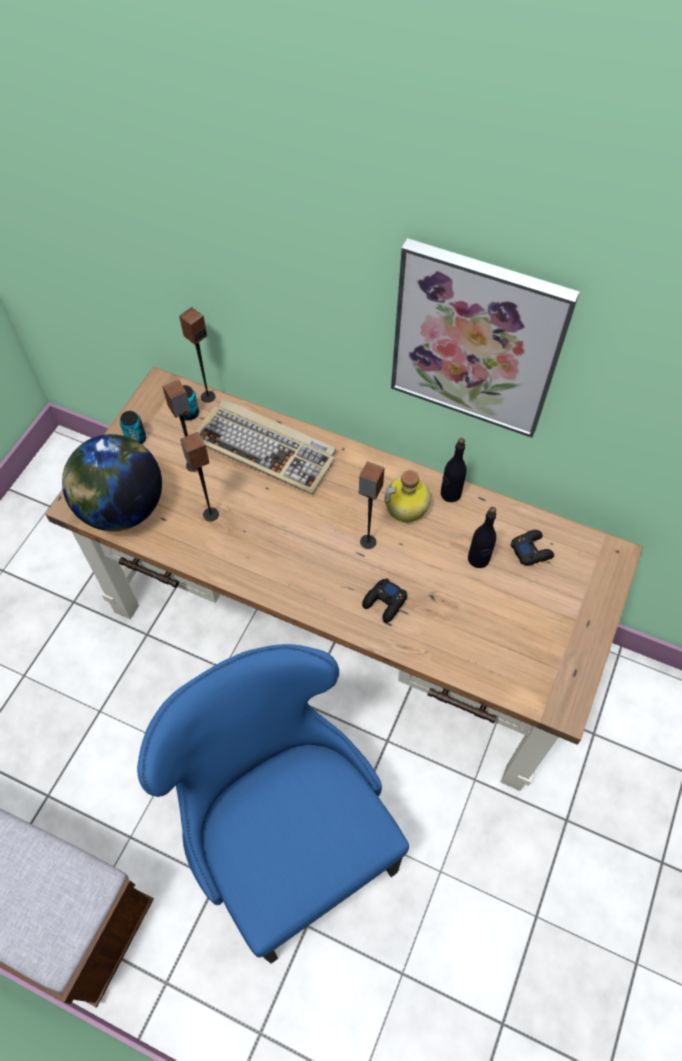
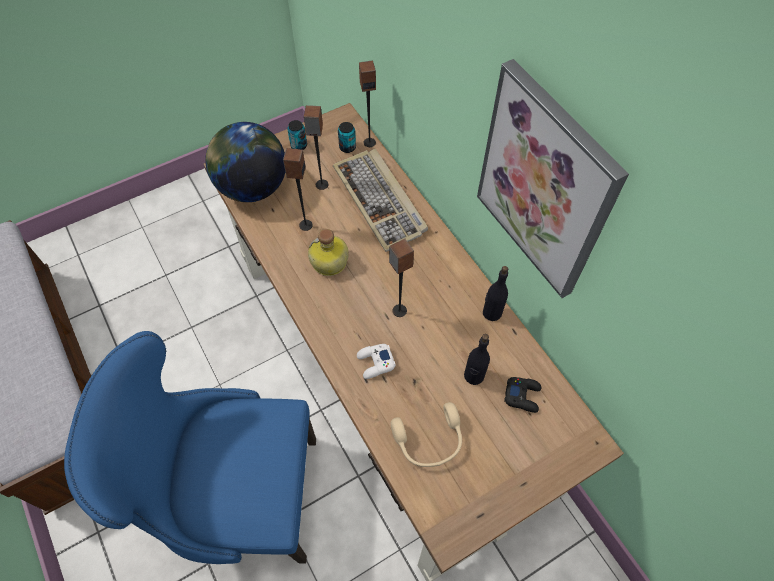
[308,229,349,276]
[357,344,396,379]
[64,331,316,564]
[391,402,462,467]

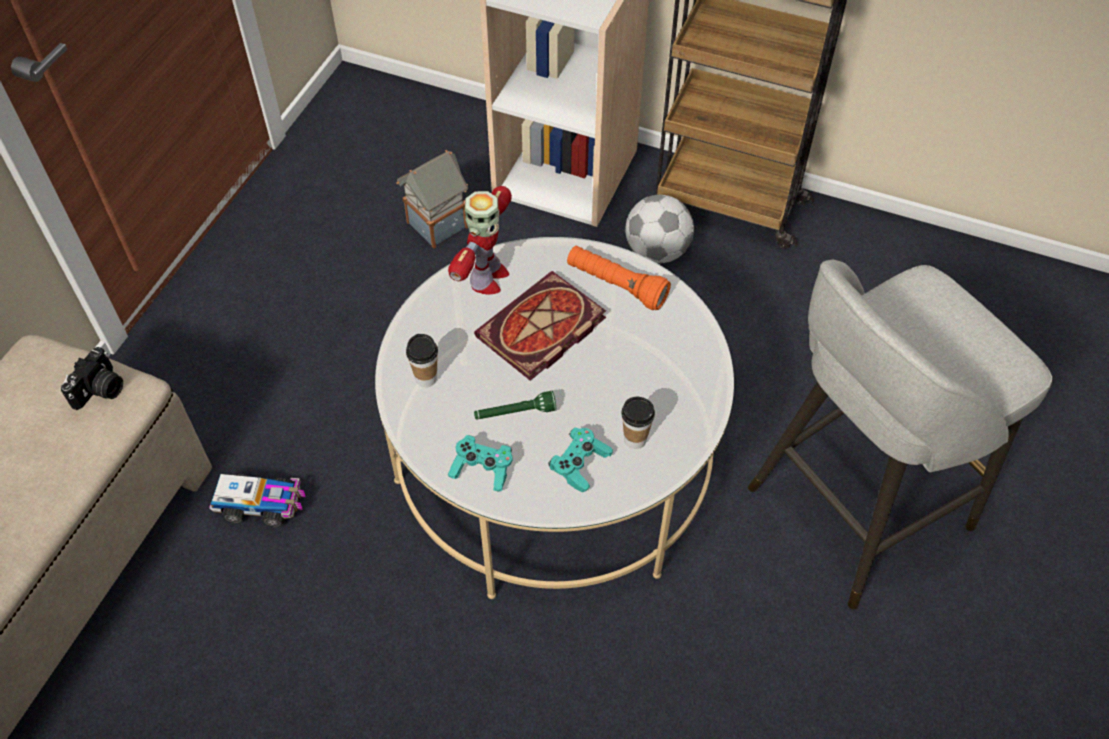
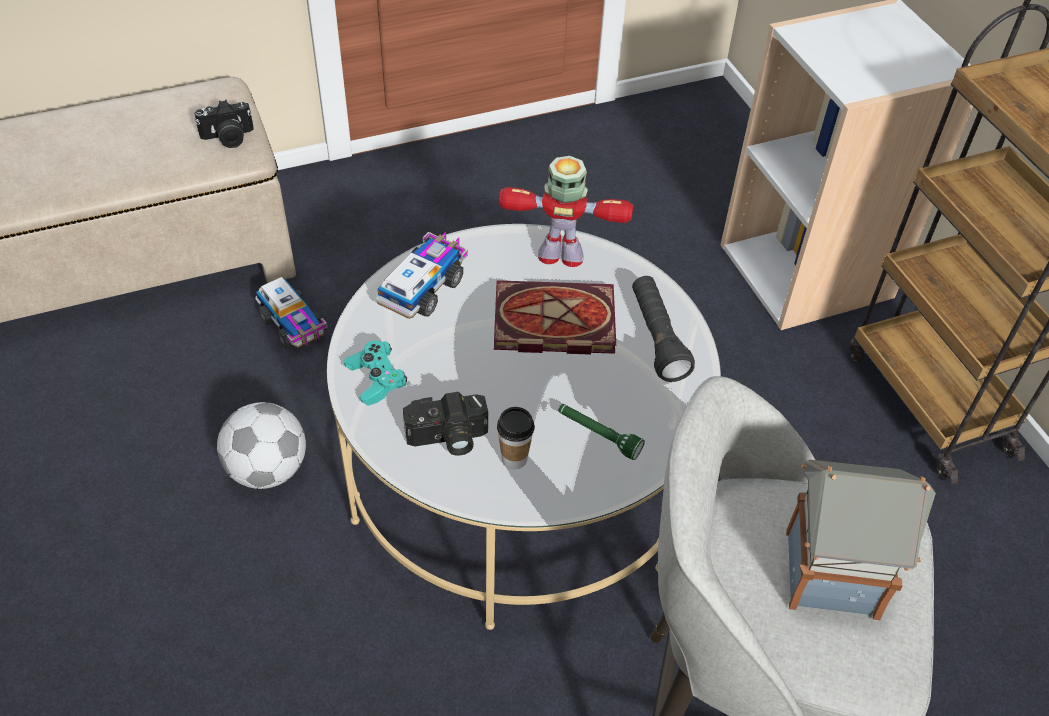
[786,459,936,620]
[499,156,633,267]
[217,402,306,489]
[632,276,695,382]
[376,232,468,319]
[558,404,645,460]
[403,392,488,456]

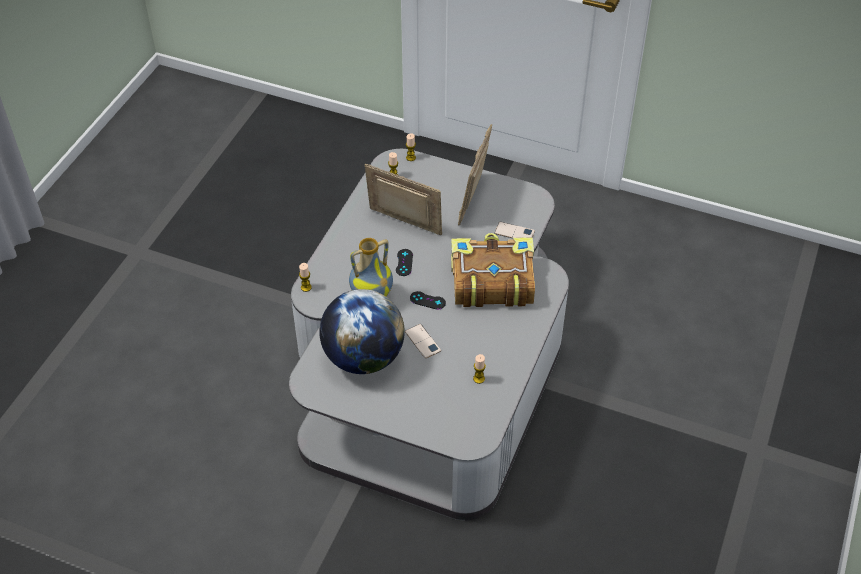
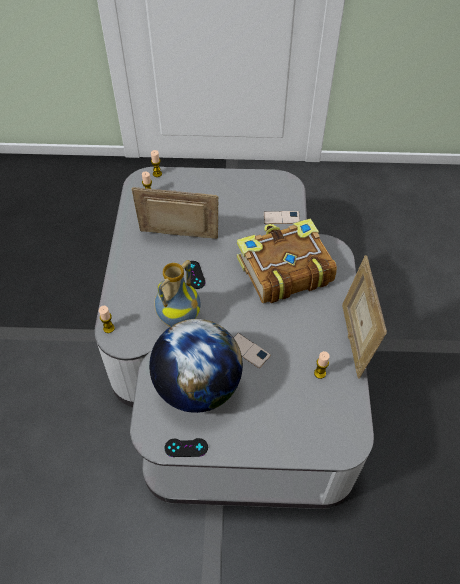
[342,255,387,378]
[164,438,208,457]

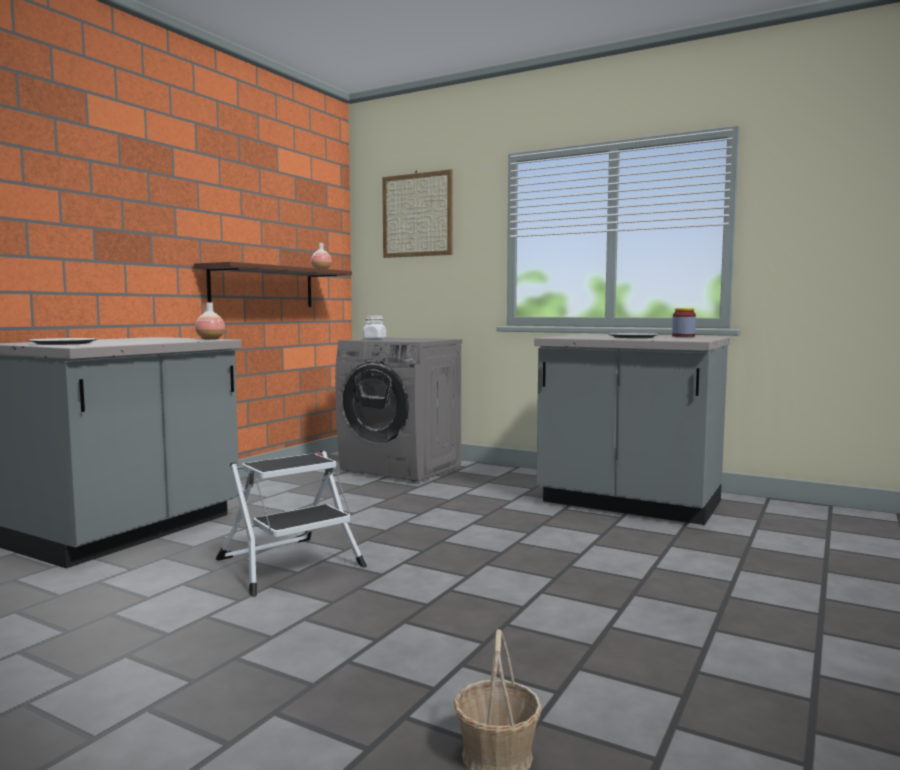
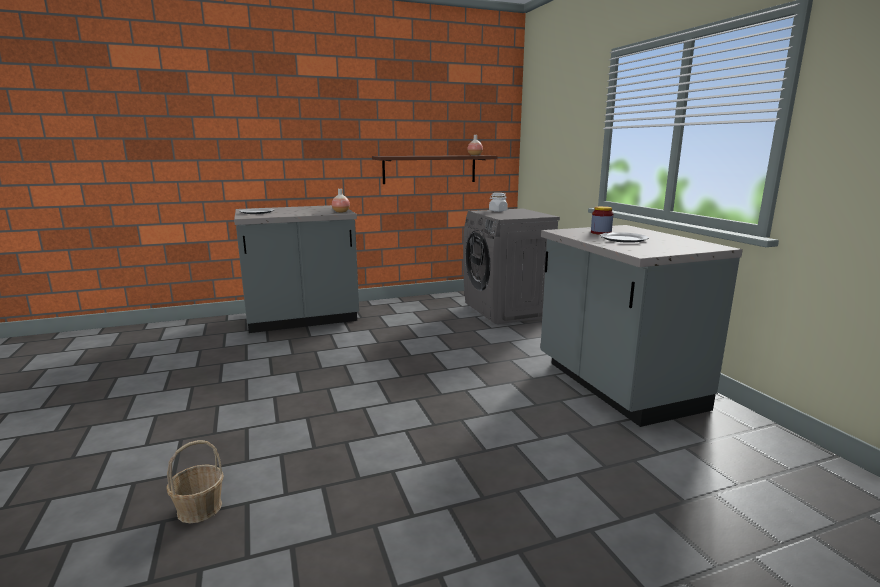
[382,169,453,258] (first image)
[591,206,613,235]
[216,450,367,597] (first image)

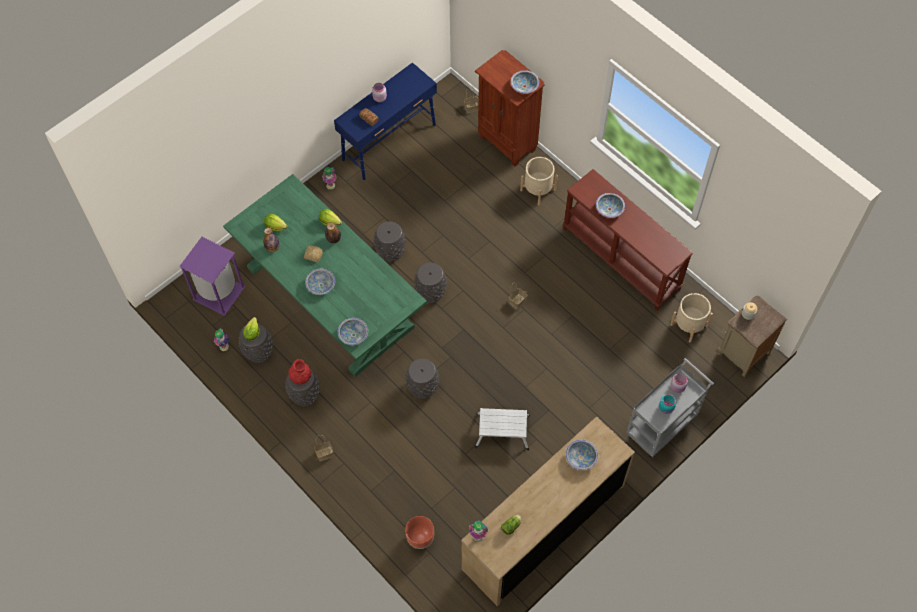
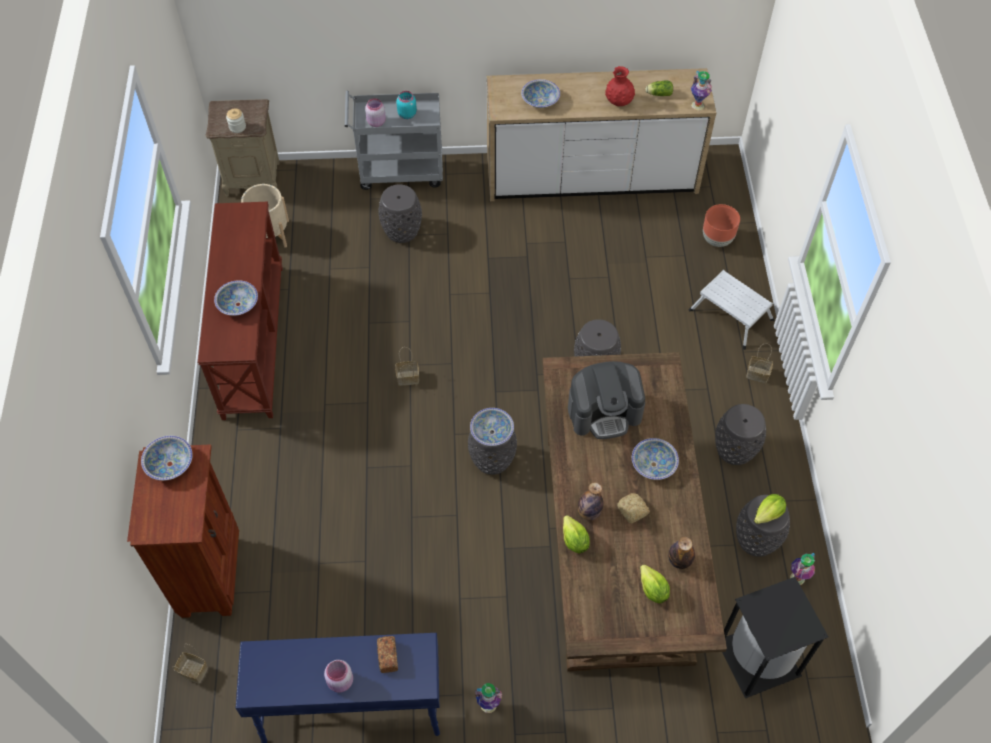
[520,157,558,205] (first image)
[542,352,727,672]
[378,184,422,243]
[722,577,828,698]
[470,408,514,446]
[605,66,635,106]
[688,270,775,350]
[568,361,645,439]

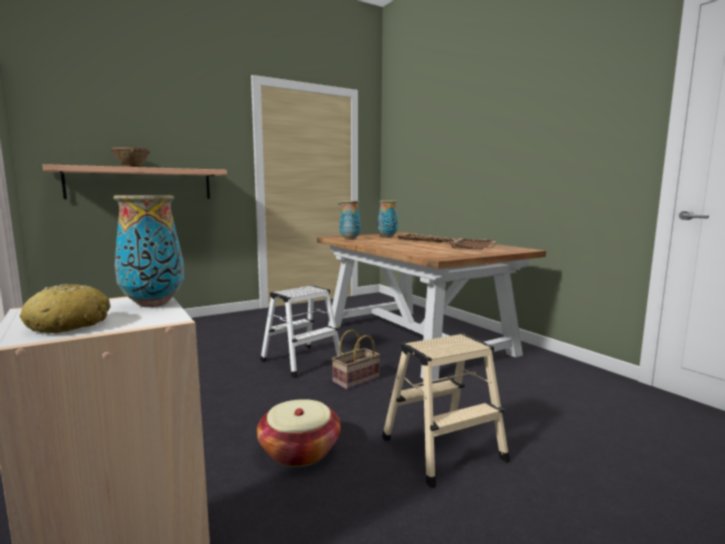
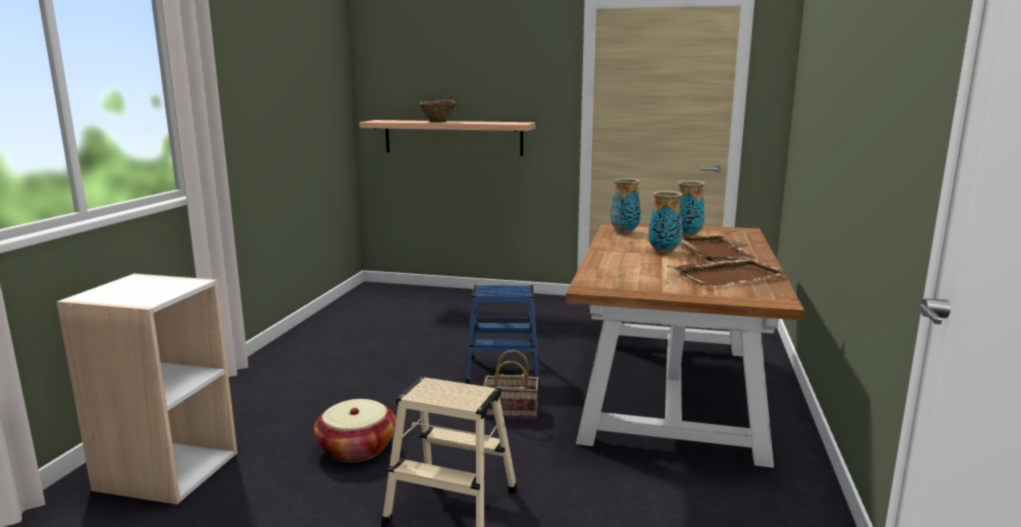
[648,191,683,253]
[20,284,110,333] (first image)
[465,285,540,387]

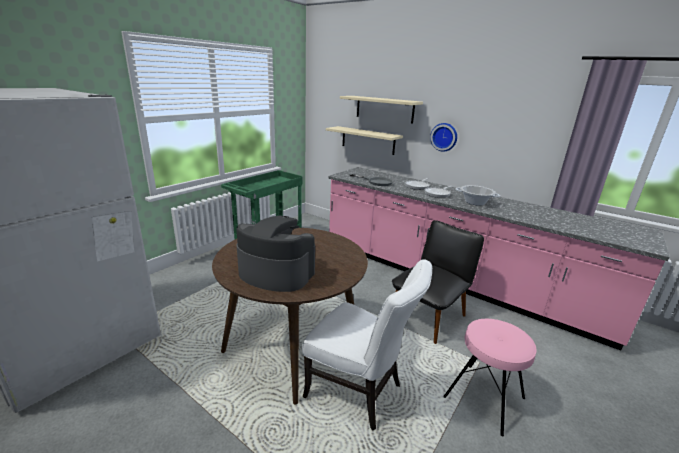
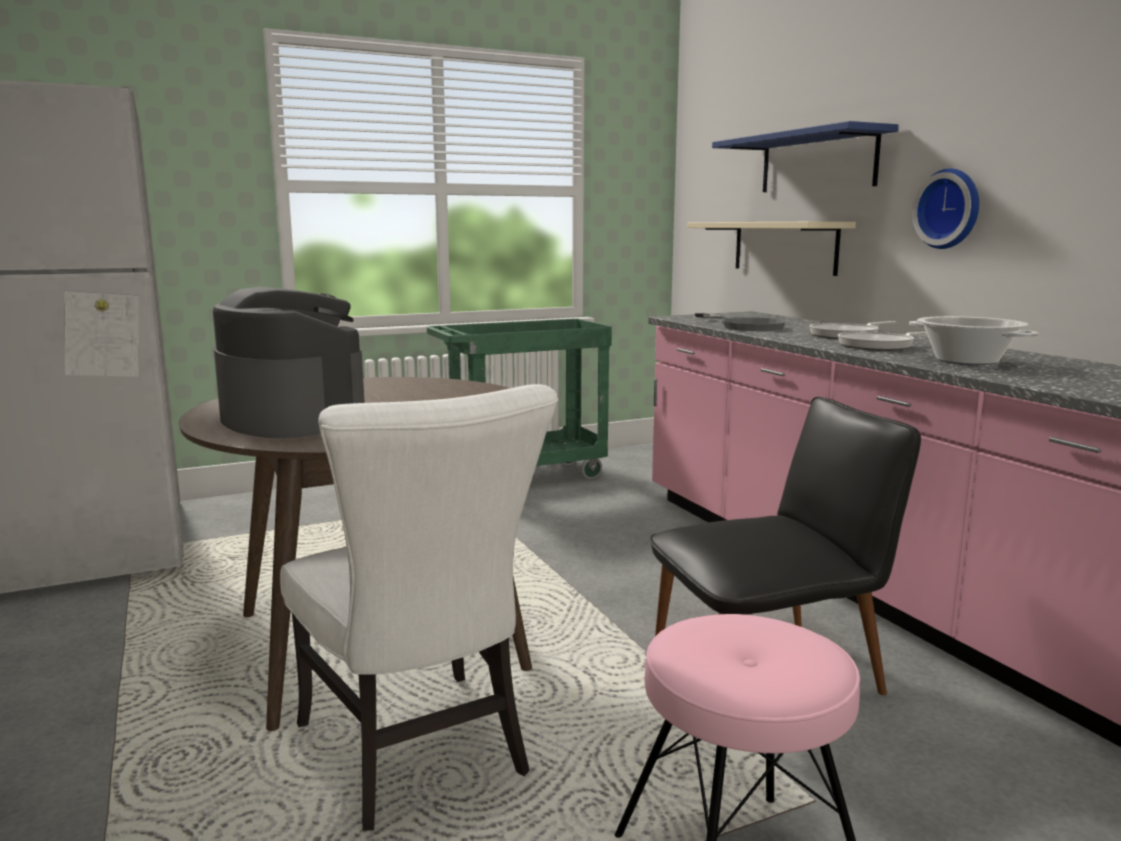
[712,121,898,192]

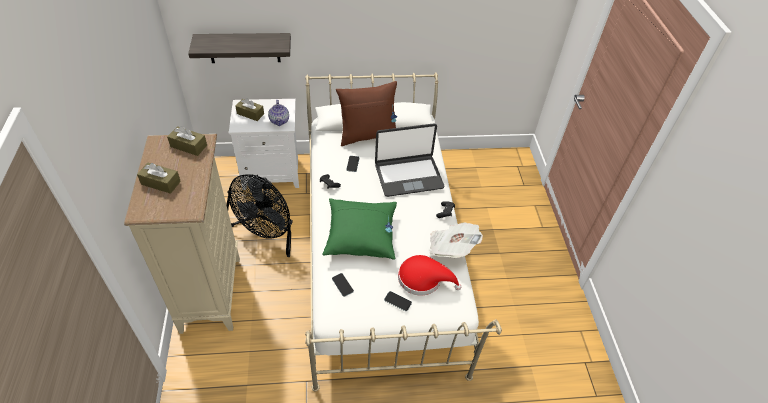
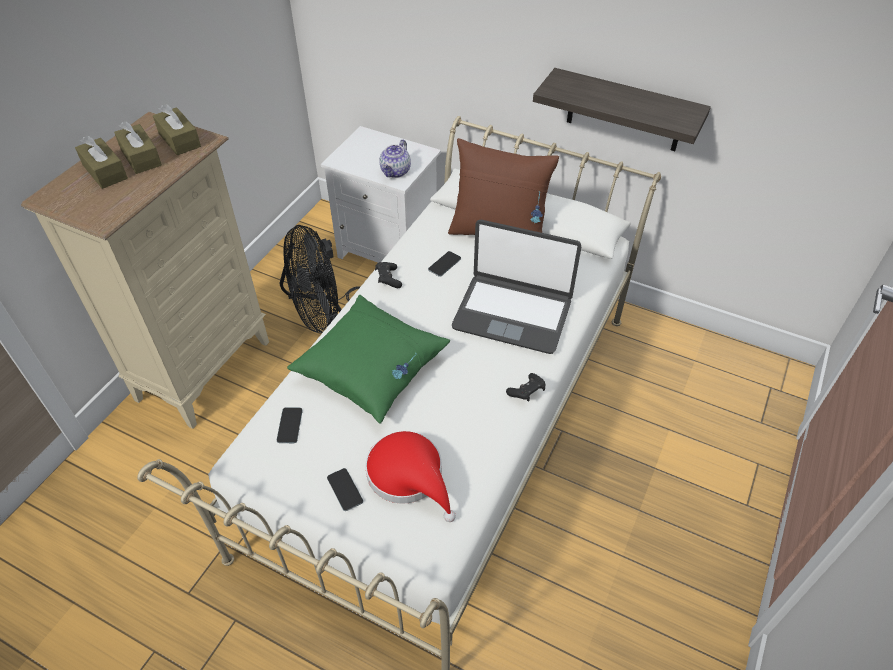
[533,68,711,151]
[114,121,162,174]
[430,222,483,258] (first image)

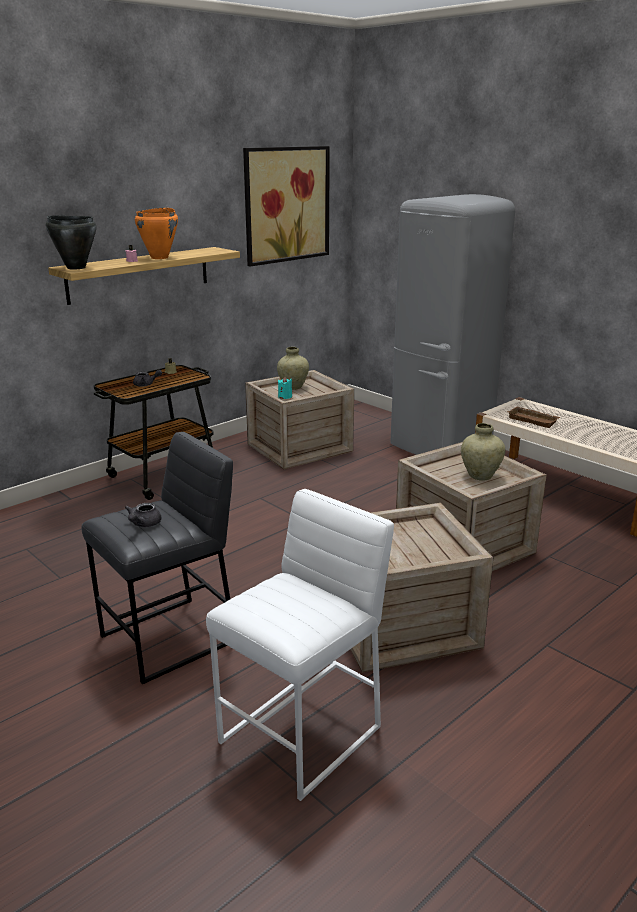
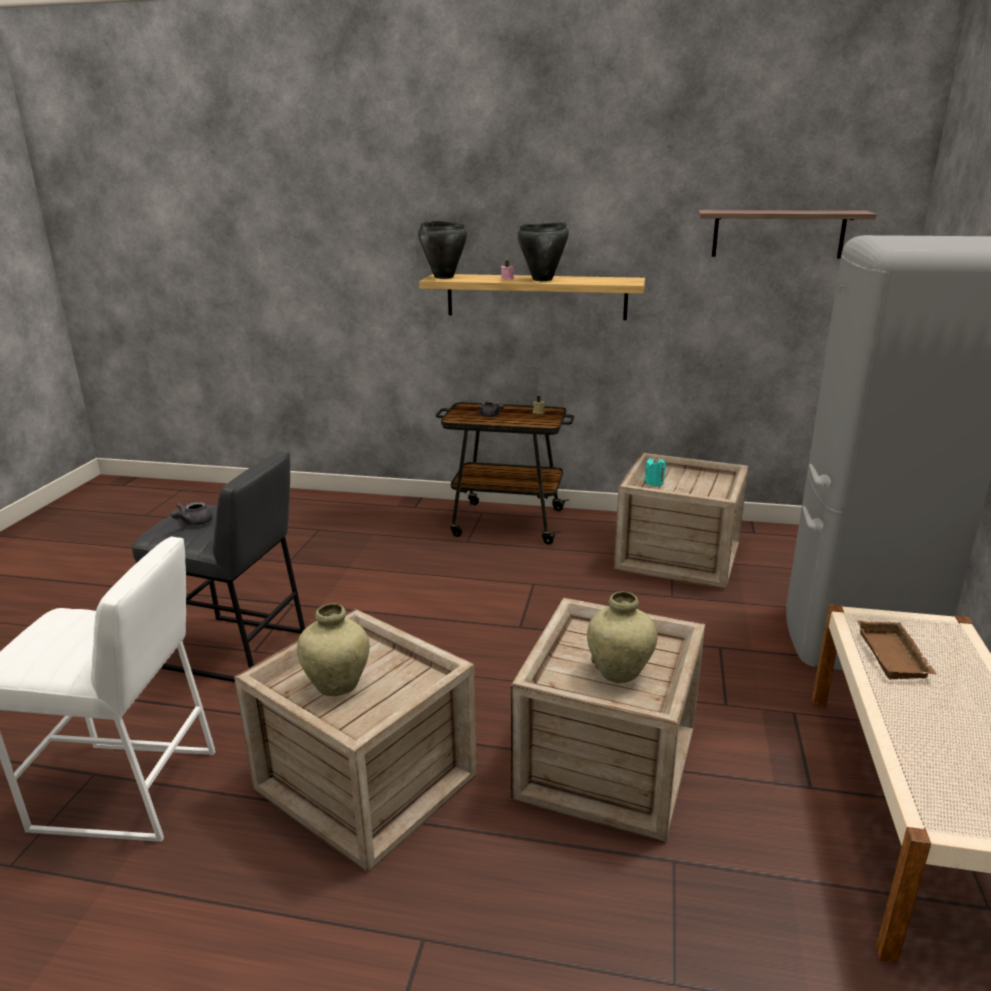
[698,210,876,258]
[517,222,569,281]
[297,604,370,696]
[170,502,213,526]

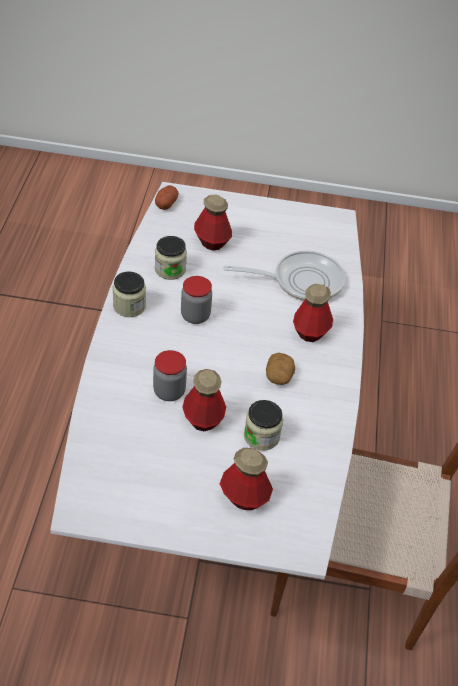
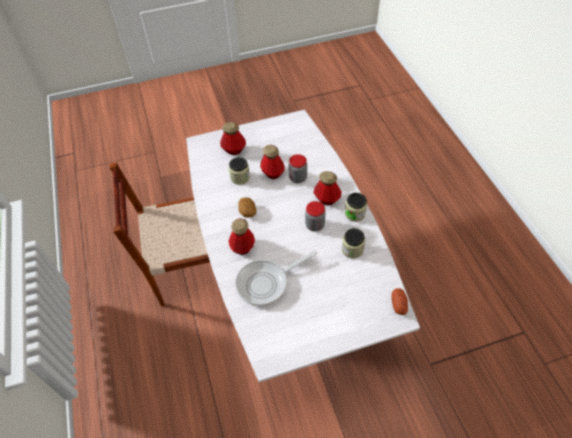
[313,171,342,205]

